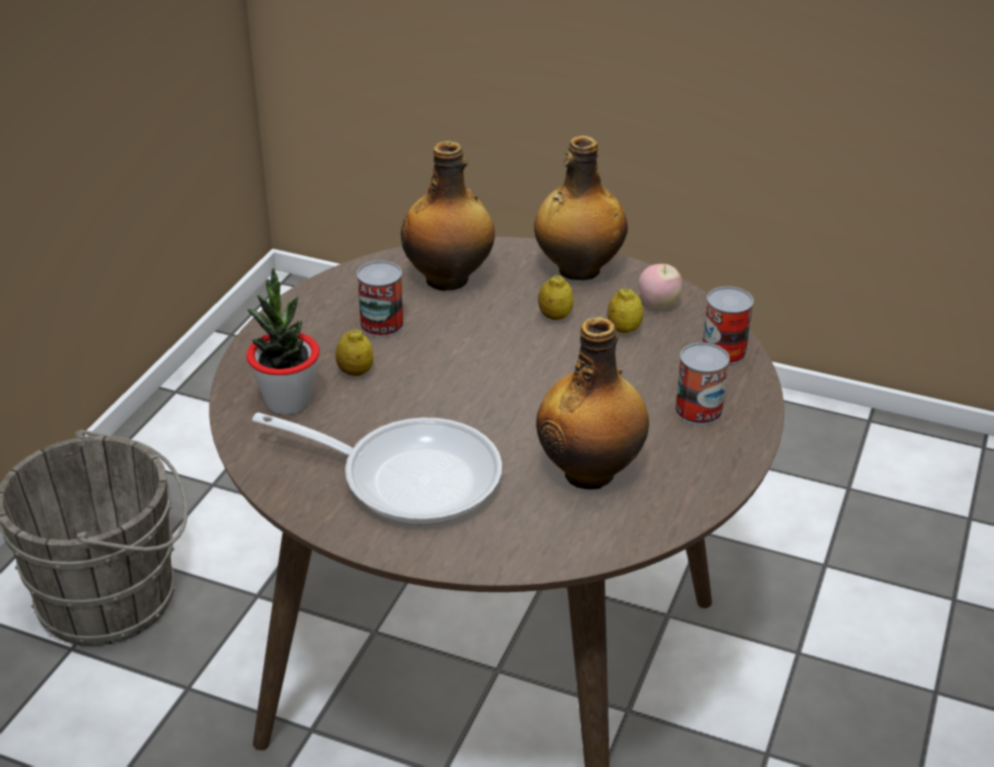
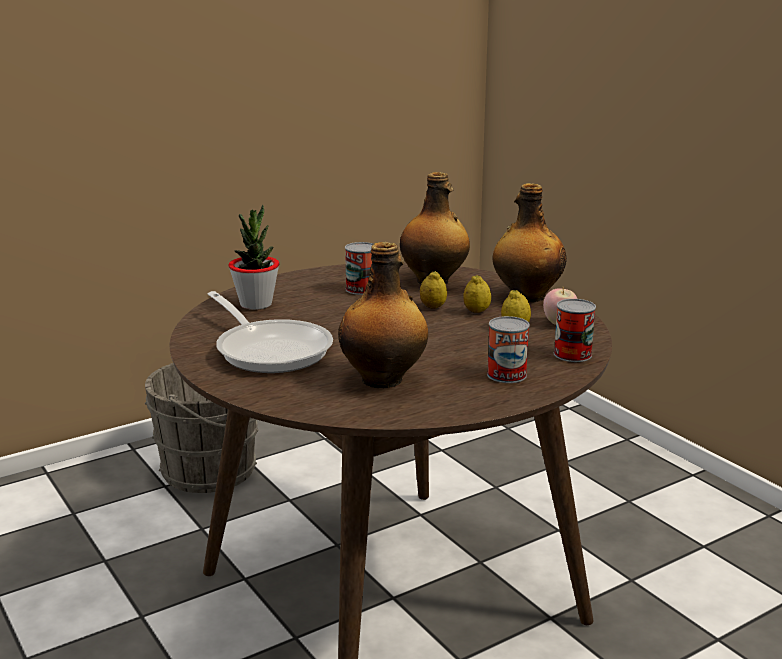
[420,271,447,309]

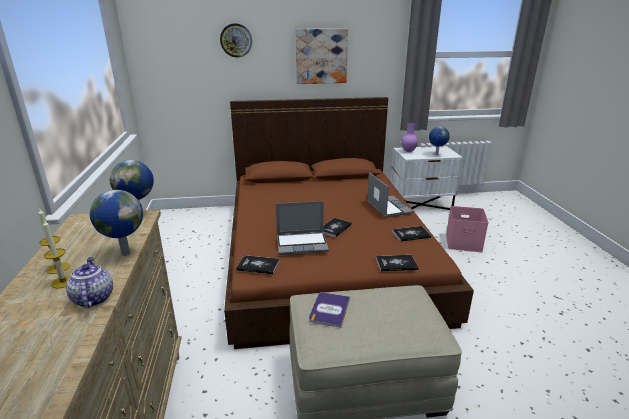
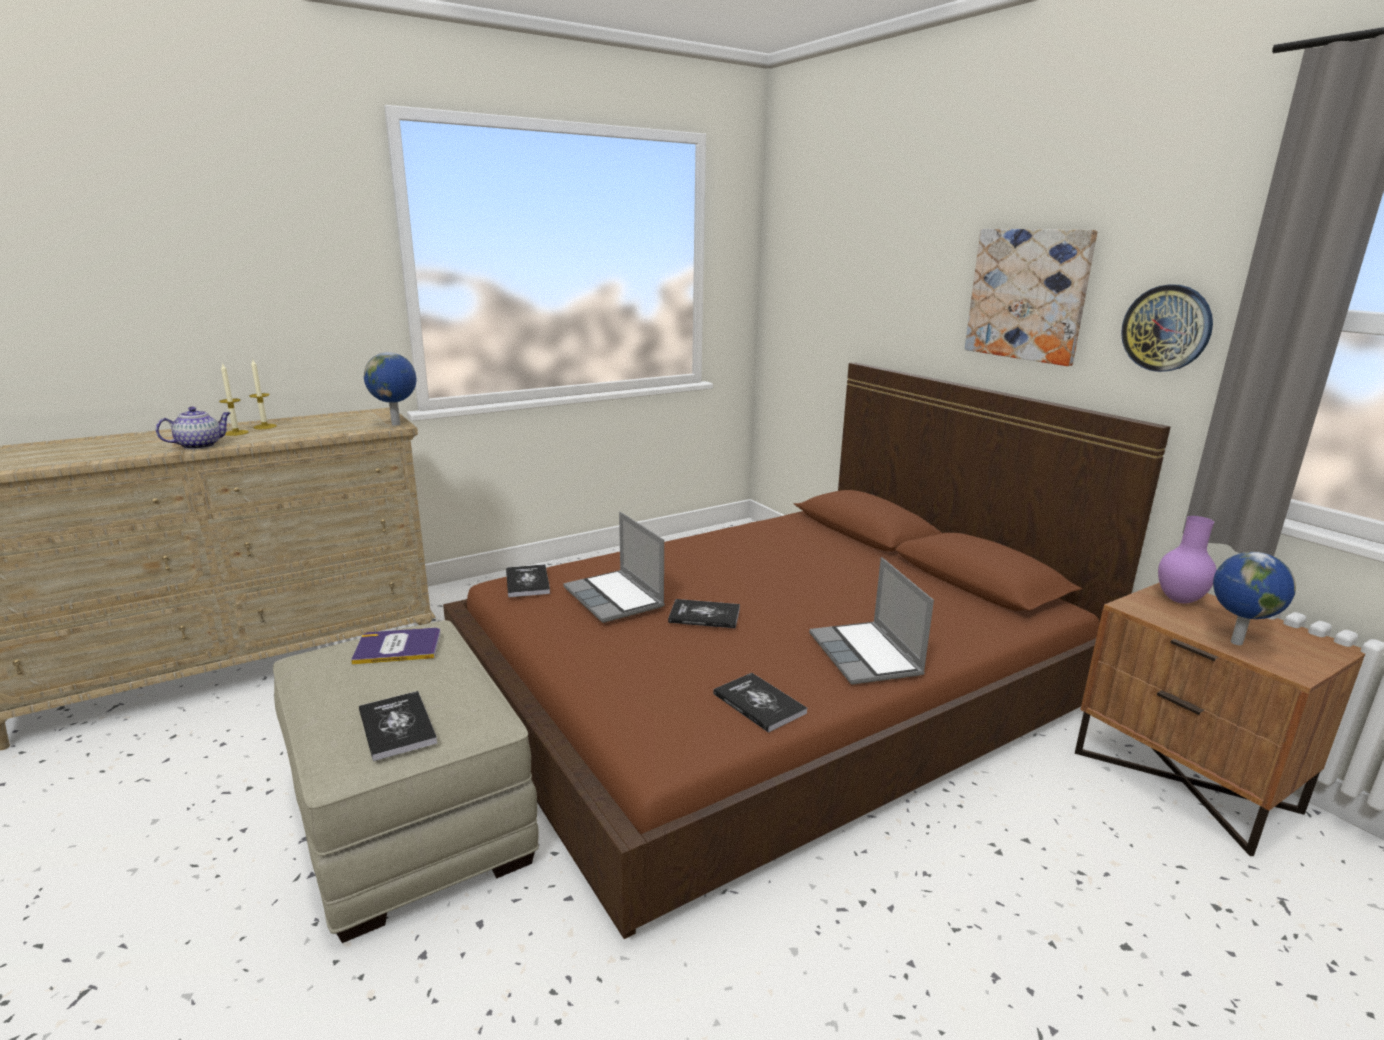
[1121,284,1213,372]
[1075,582,1365,856]
[809,557,934,685]
[90,190,143,256] (first image)
[446,206,489,252] (first image)
[359,691,437,761]

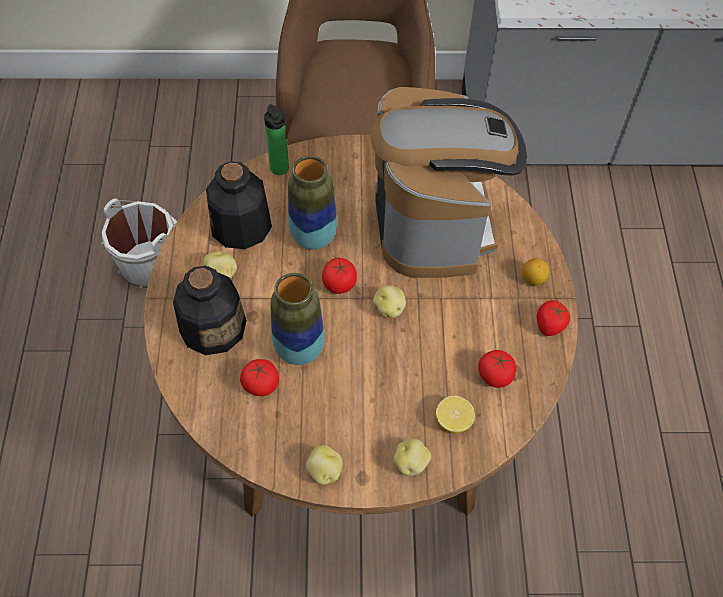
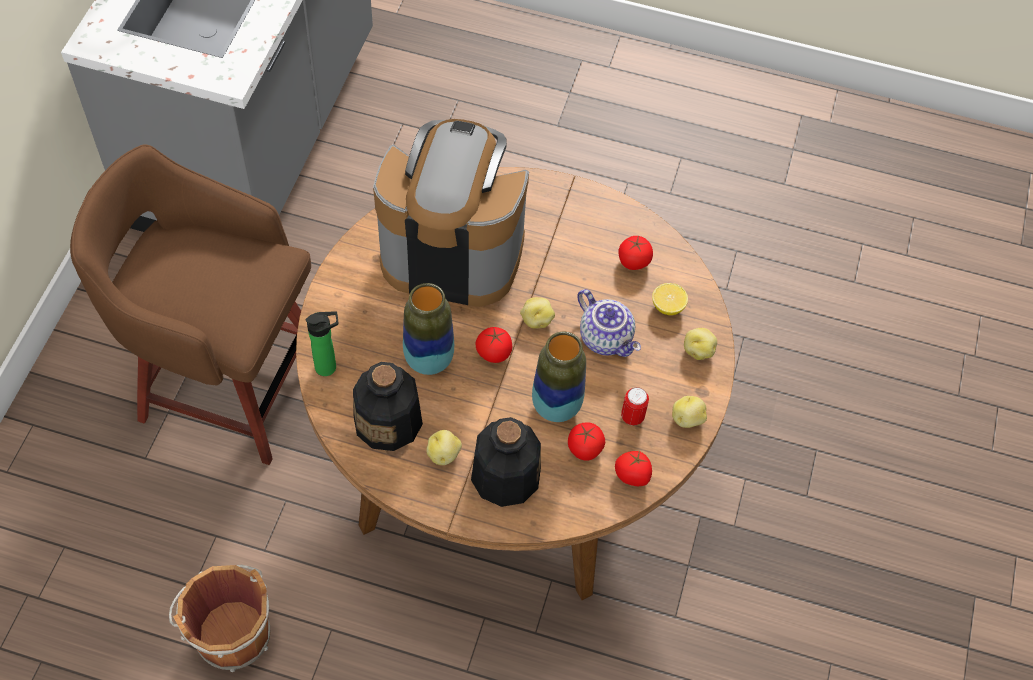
[169,565,270,672]
[522,258,549,286] (first image)
[615,450,652,486]
[578,289,641,357]
[621,387,649,425]

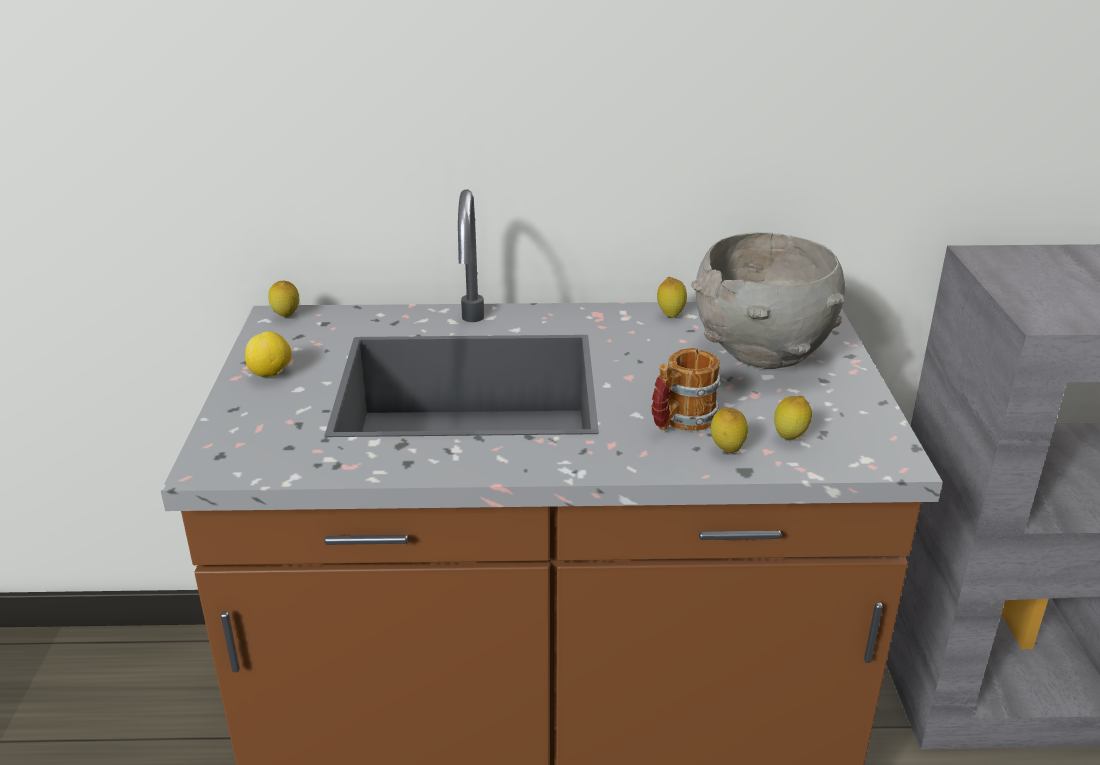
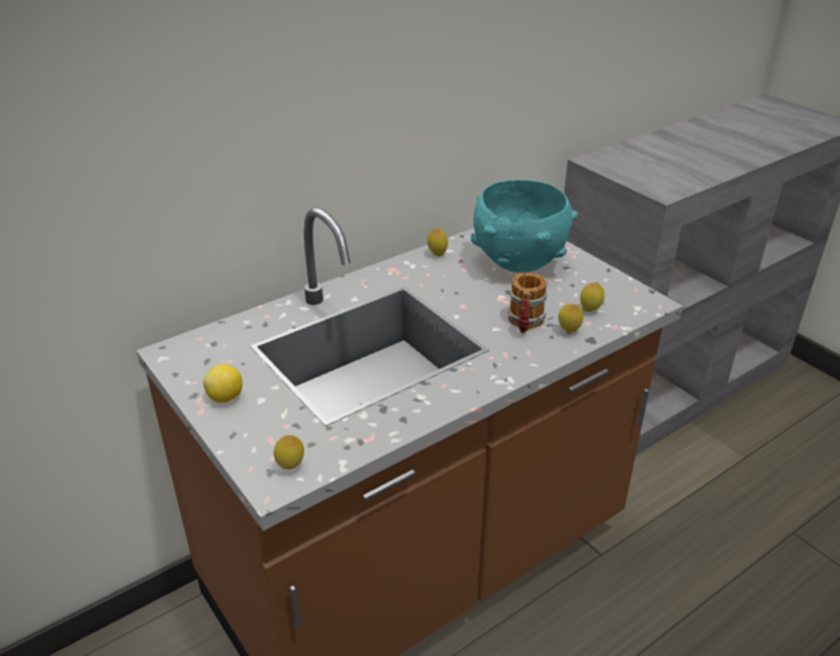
[471,180,578,272]
[274,435,304,469]

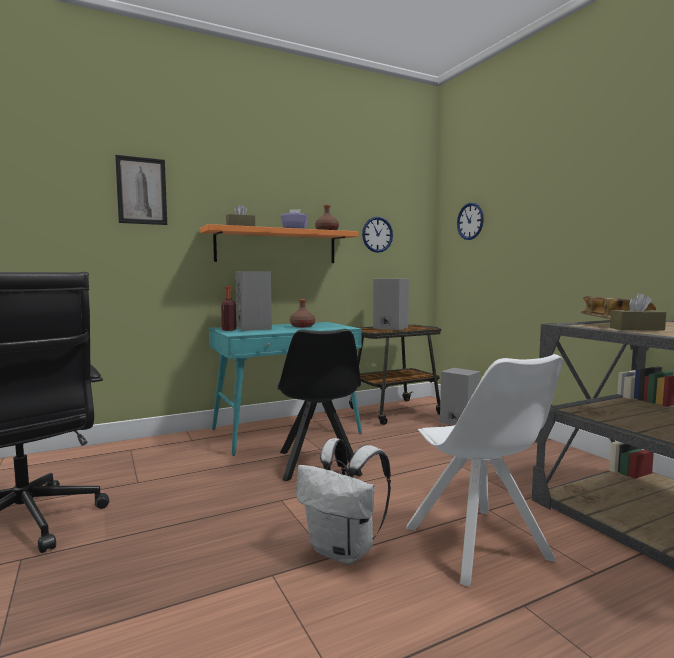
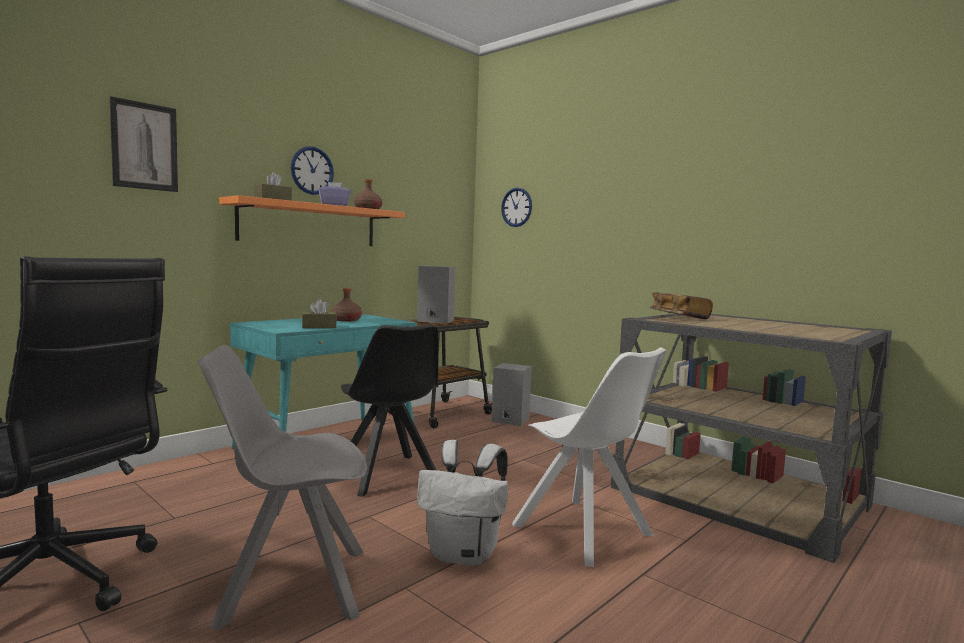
[291,146,334,195]
[235,271,272,331] (first image)
[221,286,236,331] (first image)
[302,299,337,328]
[198,345,367,631]

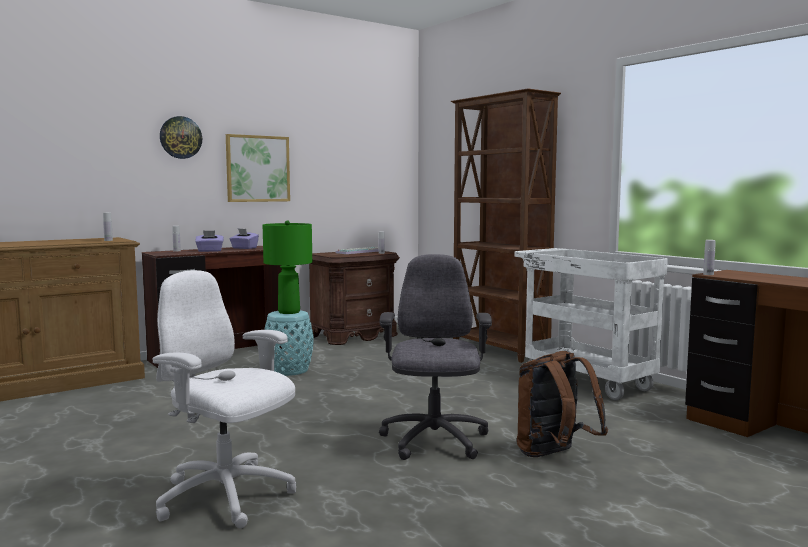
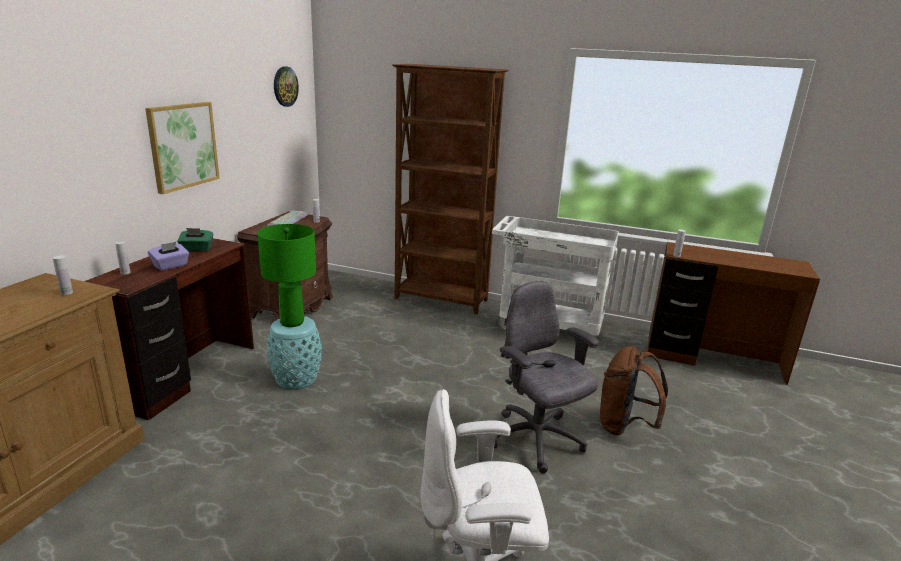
[274,66,299,107]
[177,228,213,252]

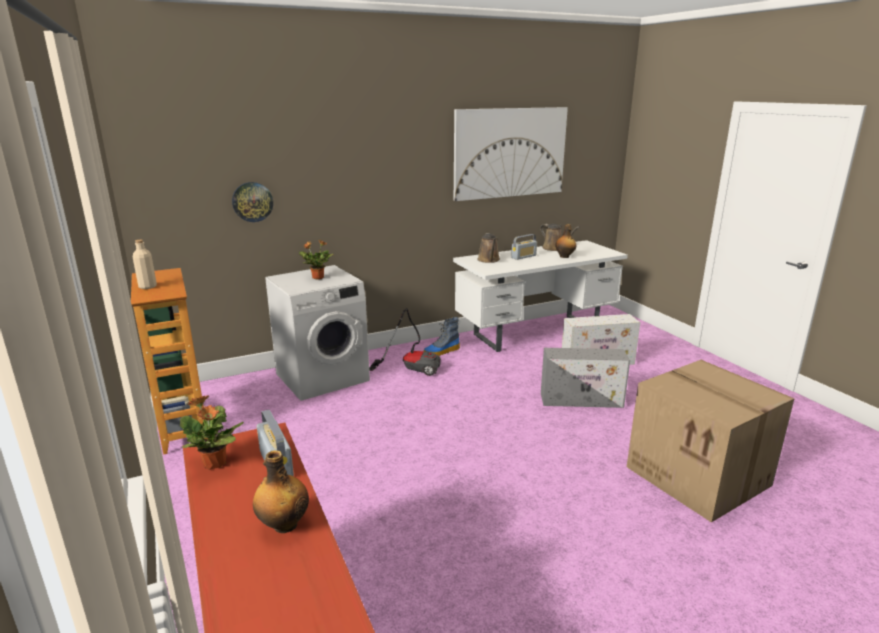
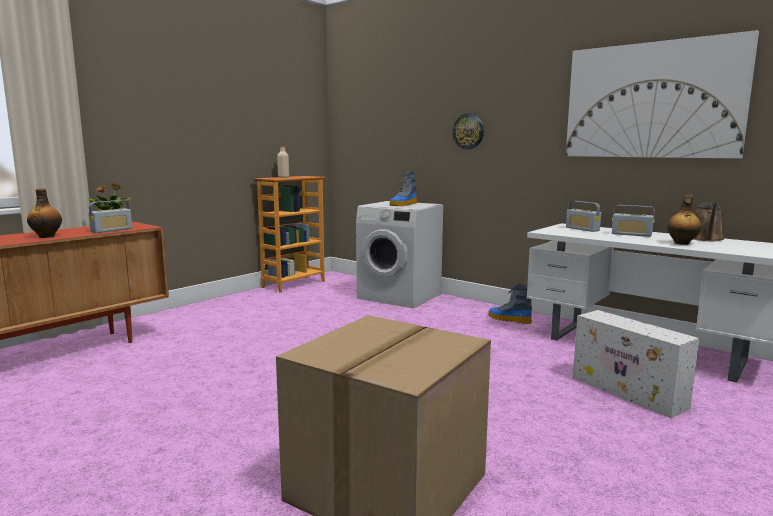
[453,114,484,149]
[566,201,601,232]
[390,171,417,206]
[369,308,441,376] (first image)
[541,348,630,408] (first image)

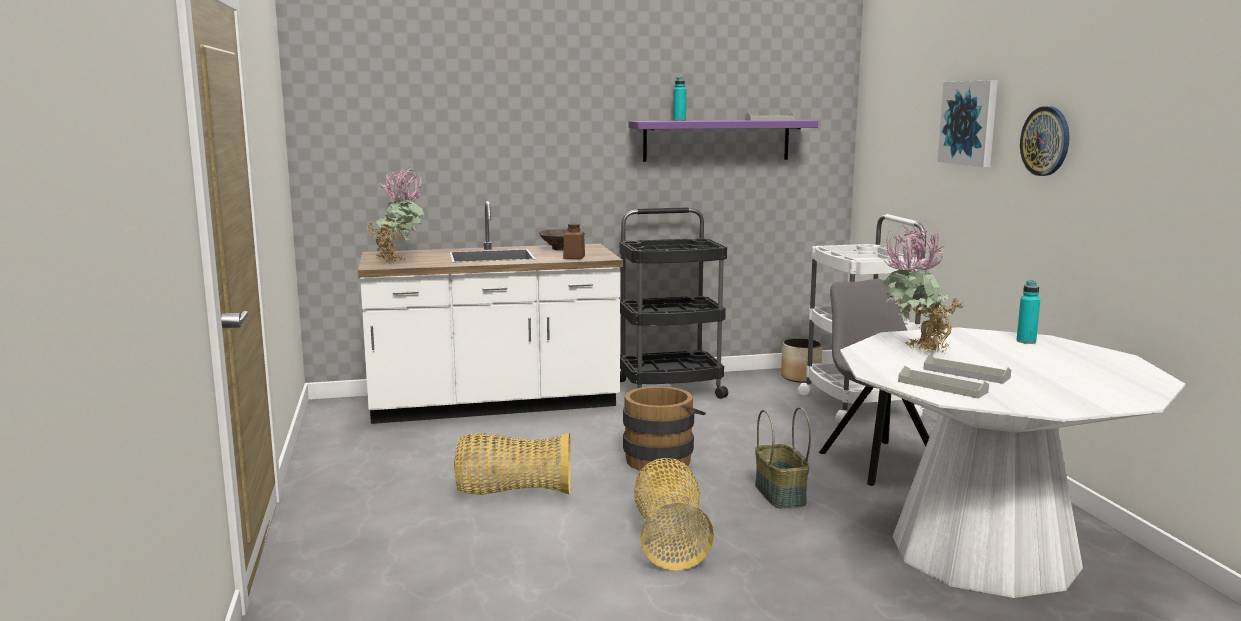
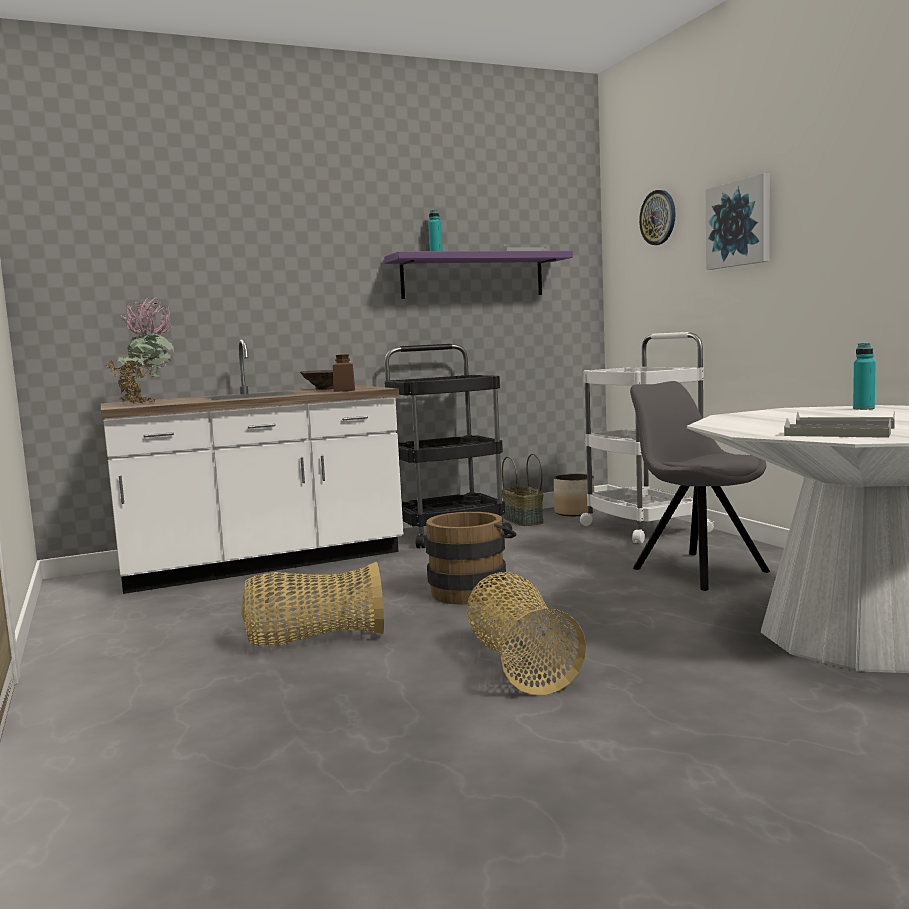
[639,190,676,245]
[882,224,964,352] (first image)
[502,454,544,526]

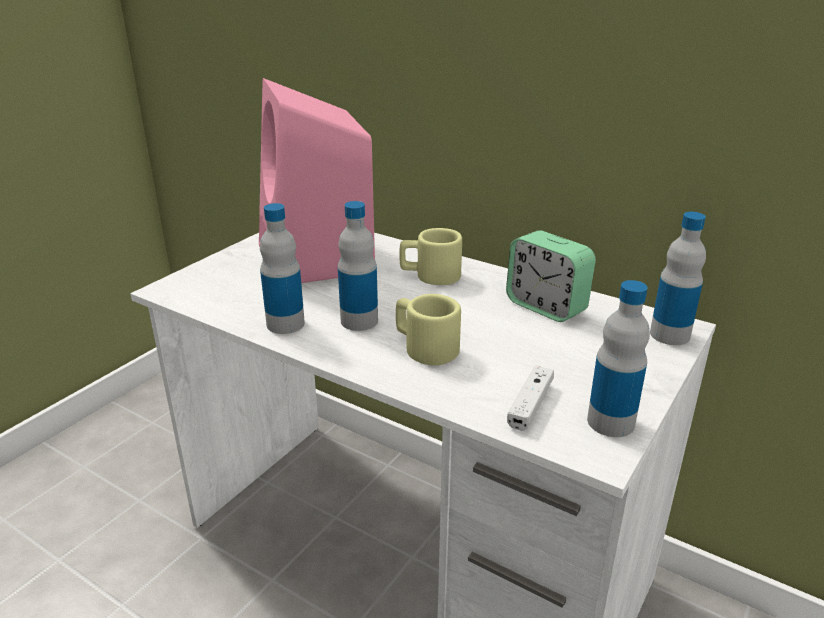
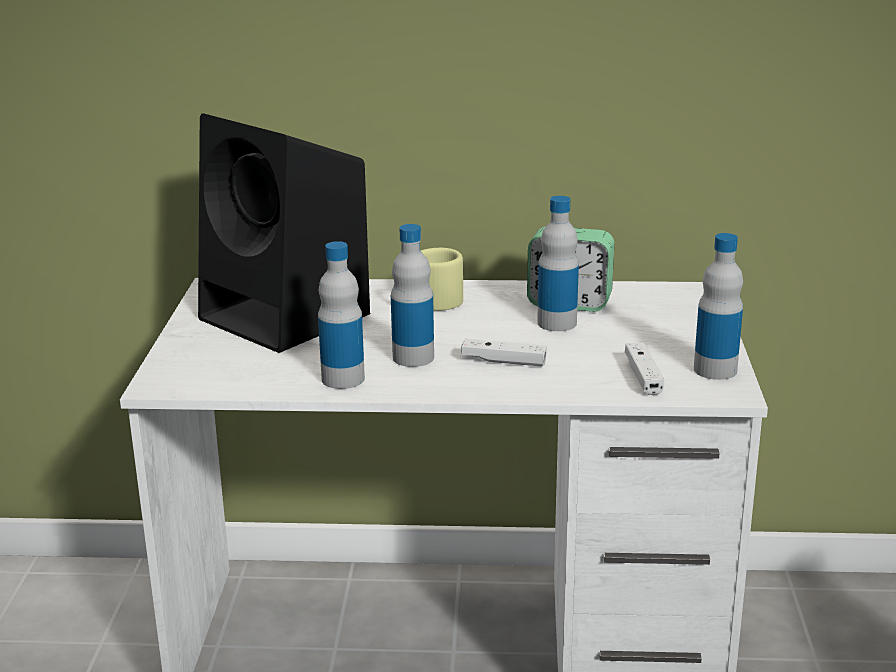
[198,113,370,353]
[537,196,579,331]
[461,339,547,367]

